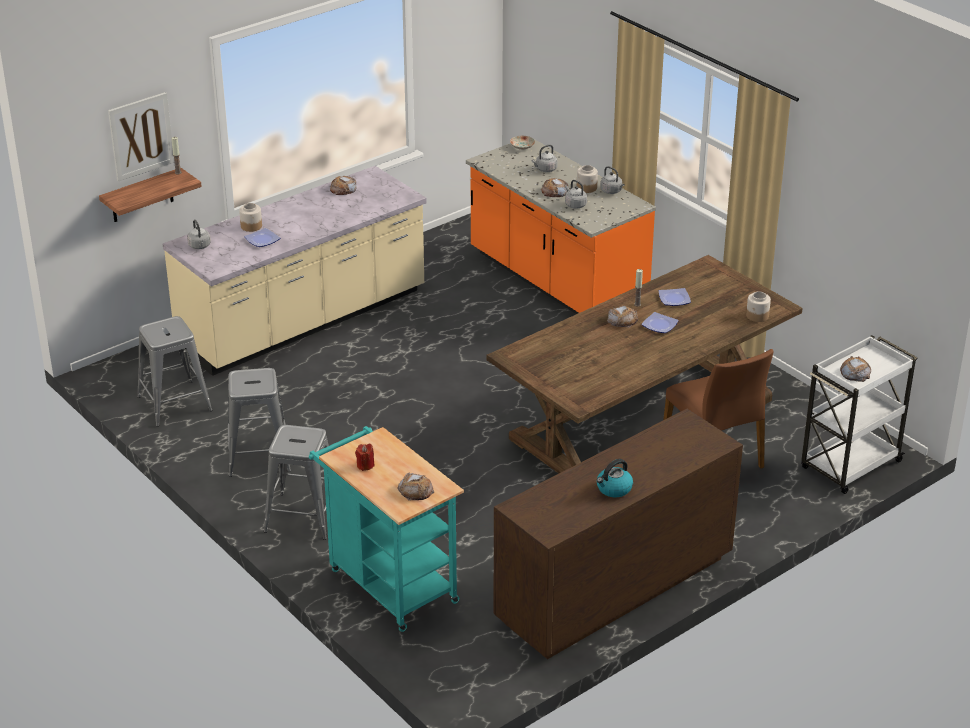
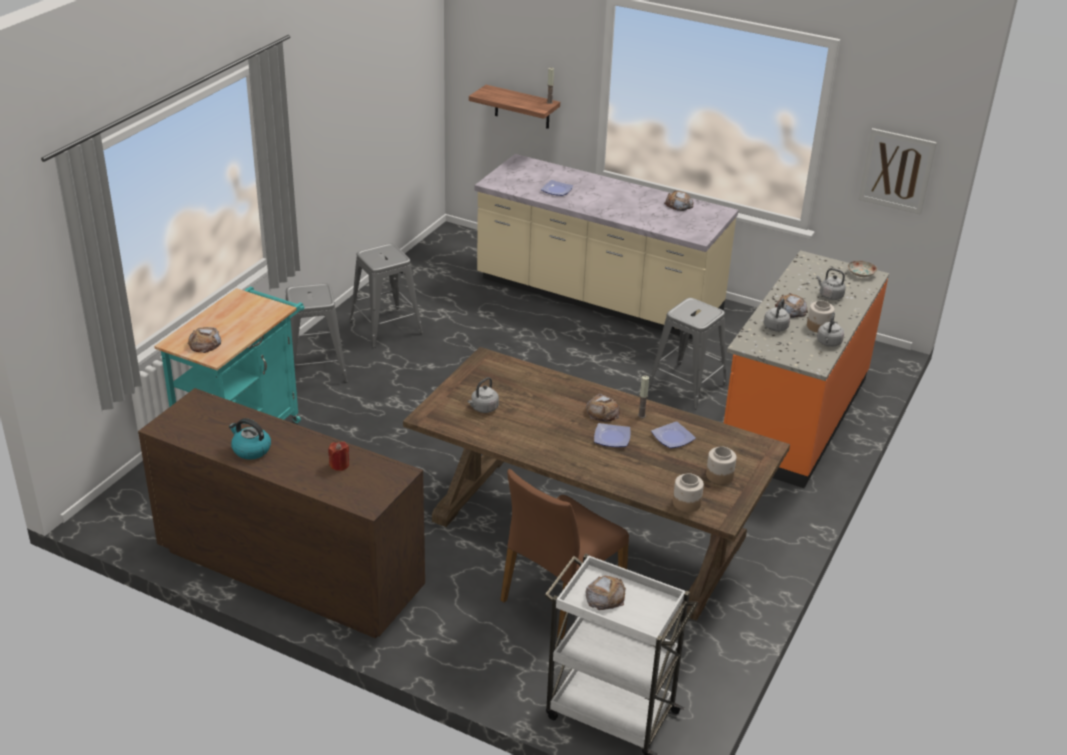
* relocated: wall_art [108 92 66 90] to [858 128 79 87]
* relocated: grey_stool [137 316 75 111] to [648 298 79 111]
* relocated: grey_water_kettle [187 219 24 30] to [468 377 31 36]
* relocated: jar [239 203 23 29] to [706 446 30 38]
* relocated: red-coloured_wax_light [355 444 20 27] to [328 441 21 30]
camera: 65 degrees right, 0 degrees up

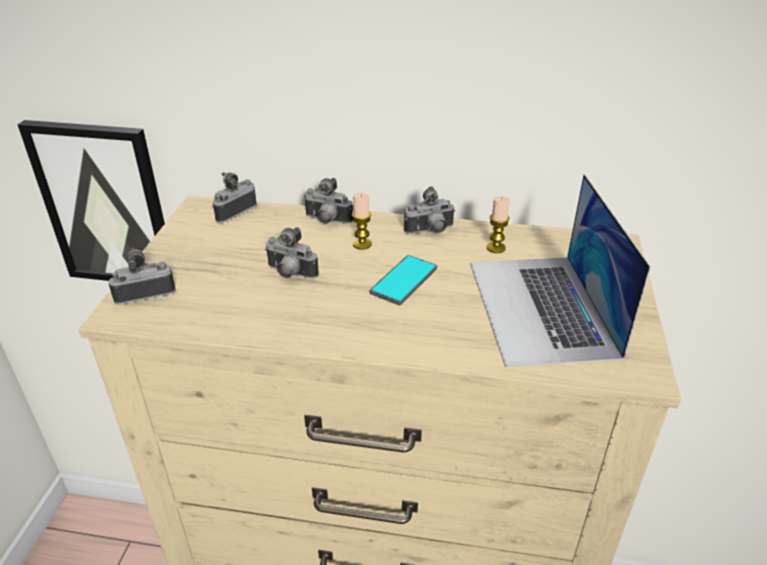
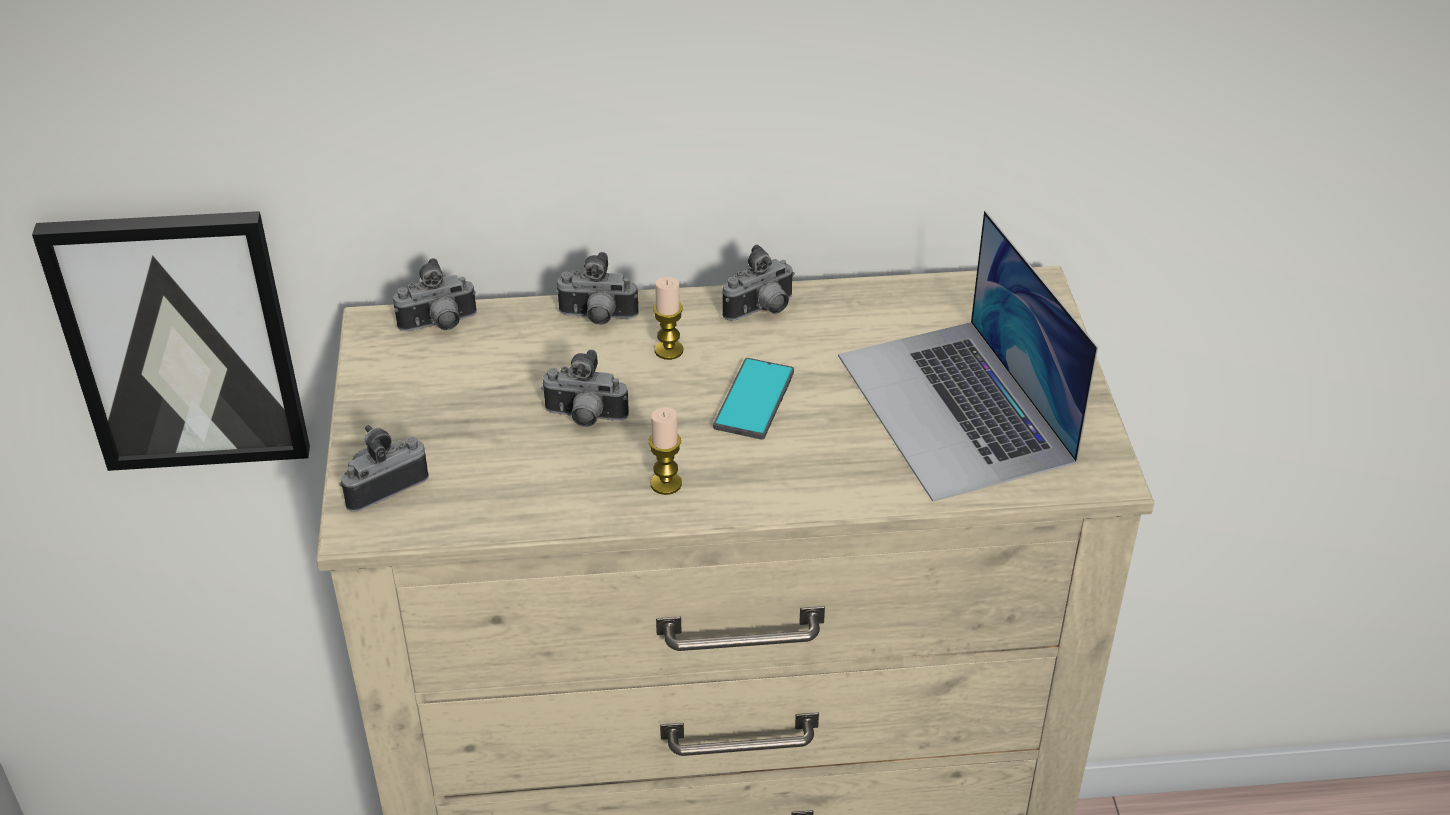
* spun: photo_camera [212 172 45 51] = [393 258 84 73] 135 degrees counterclockwise
* relocated: wax_light [487 196 23 57] to [649 407 33 88]
camera: 15 degrees left, 5 degrees up

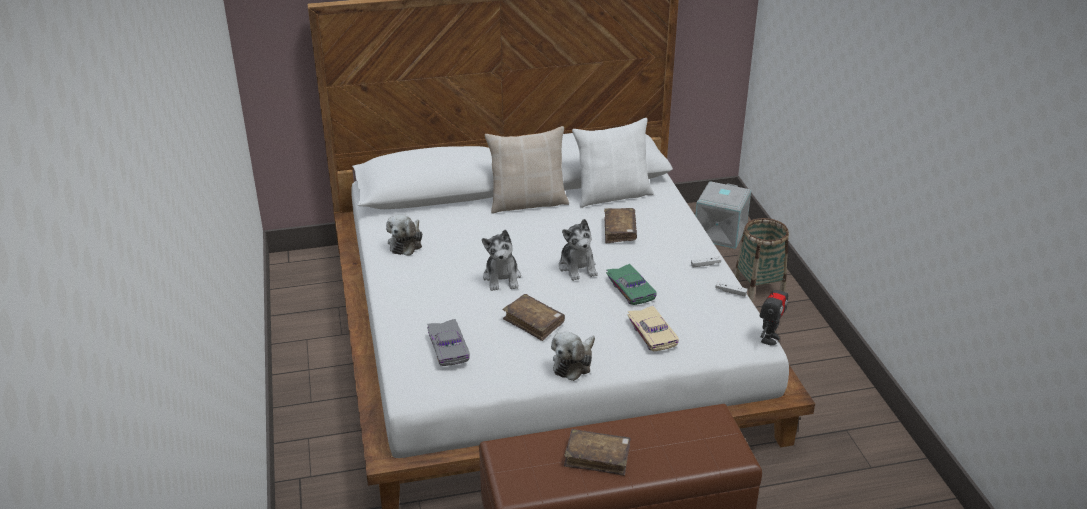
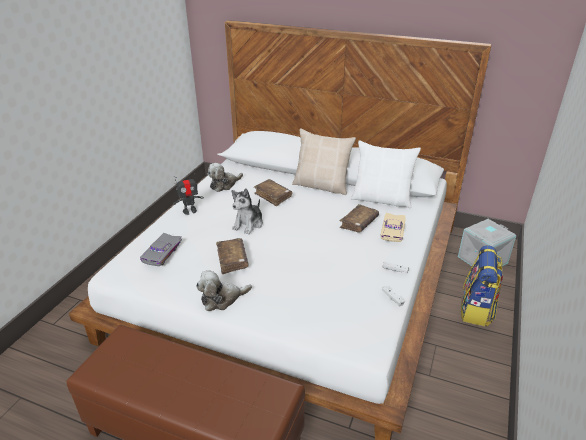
* missing: soft_toy [559 219 39 62]
* relocated: brown-coloured_book [564 429 67 47] to [254 179 38 27]
* missing: green-coloured_miniature_car [606 264 51 41]
* relocated: sand-coloured_miniature_car [627 306 52 45] to [381 213 25 29]
* exchanged: household_basket [734 218 55 84] to knapsack [461 245 42 82]
* relocated: model_robot [760 279 28 66] to [173 173 31 42]
camera: 35 degrees right, 0 degrees up

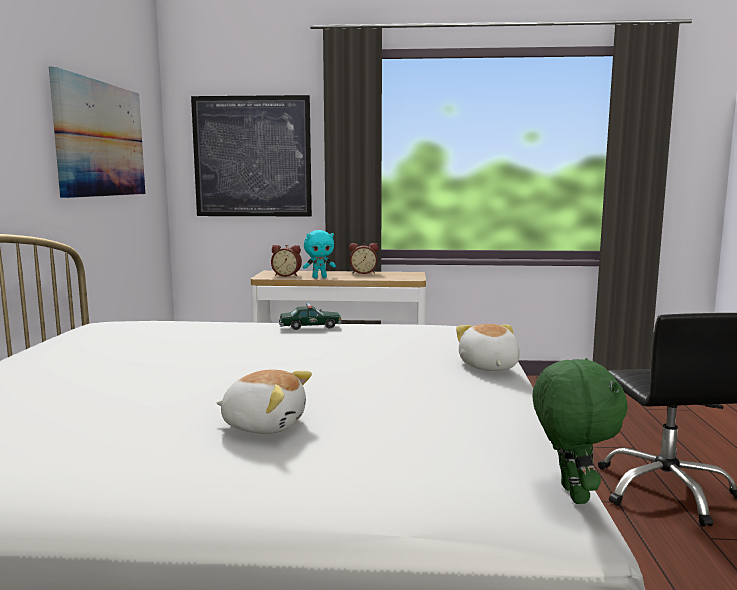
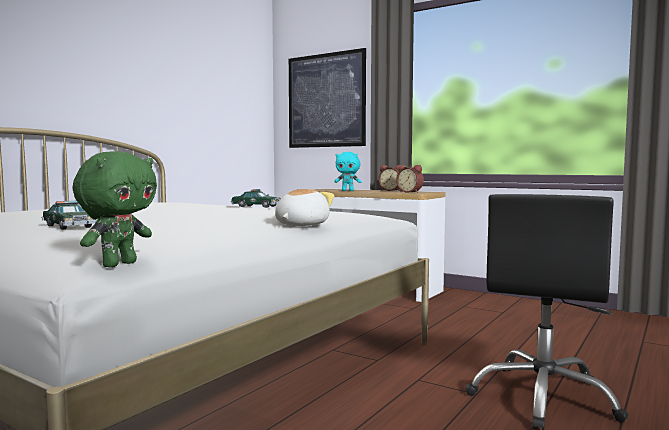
* missing: wall_art [49 67 96 131]
* exchanged: soft_toy [217 370 95 64] to miniature_car [41 201 56 29]
* relocated: table_clock [271 245 31 32] to [396 165 28 28]
camera: 30 degrees right, 5 degrees down

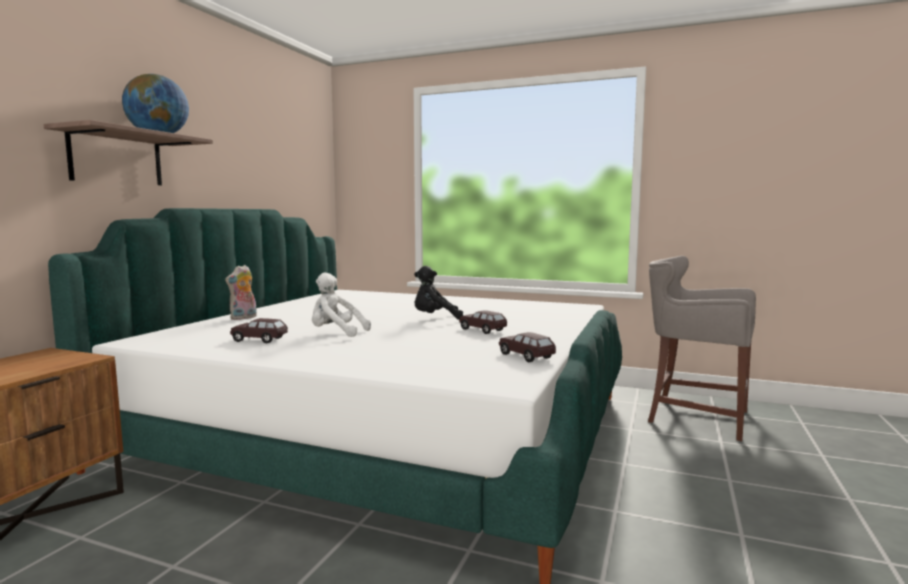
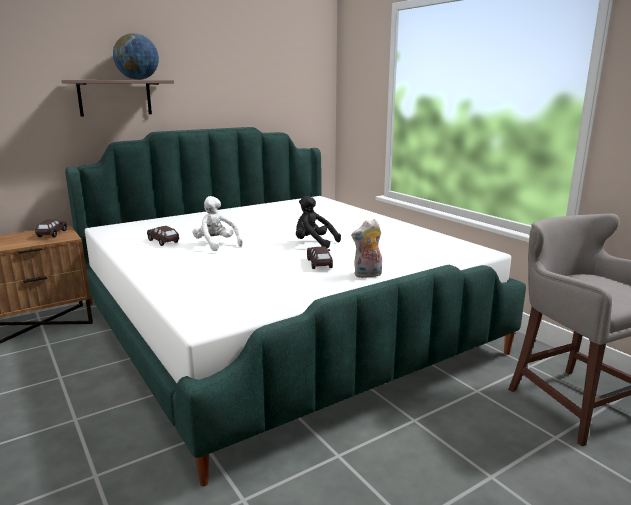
* relocated: soft_toy [225 265 32 55] to [351 219 31 59]
* relocated: brown-coloured_miniature_car [499 332 57 30] to [35 220 32 17]
camera: 35 degrees right, 10 degrees up

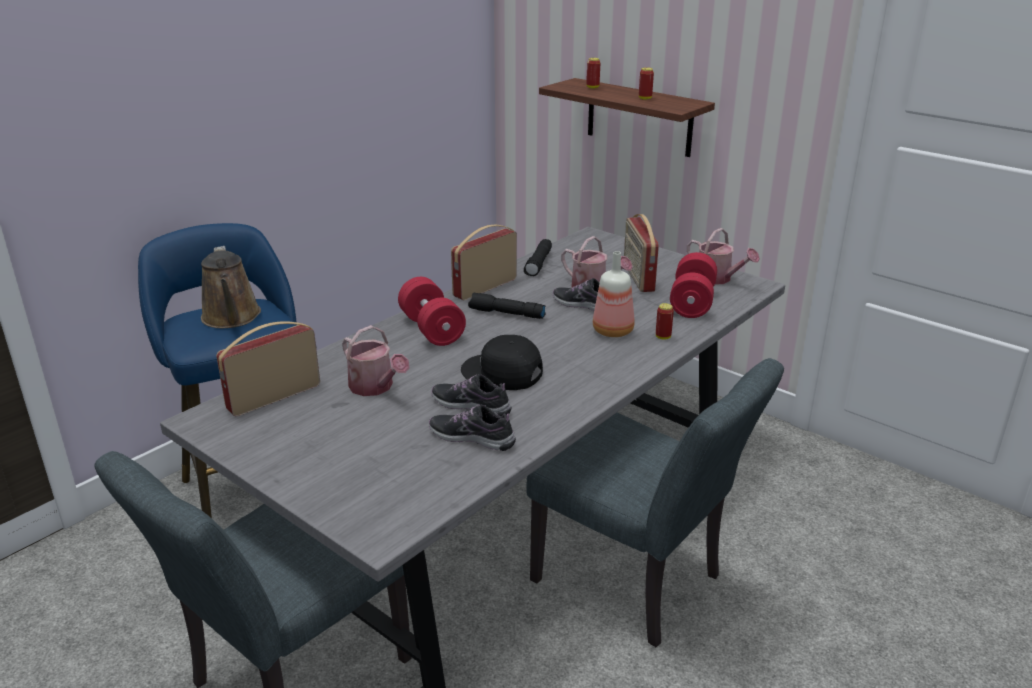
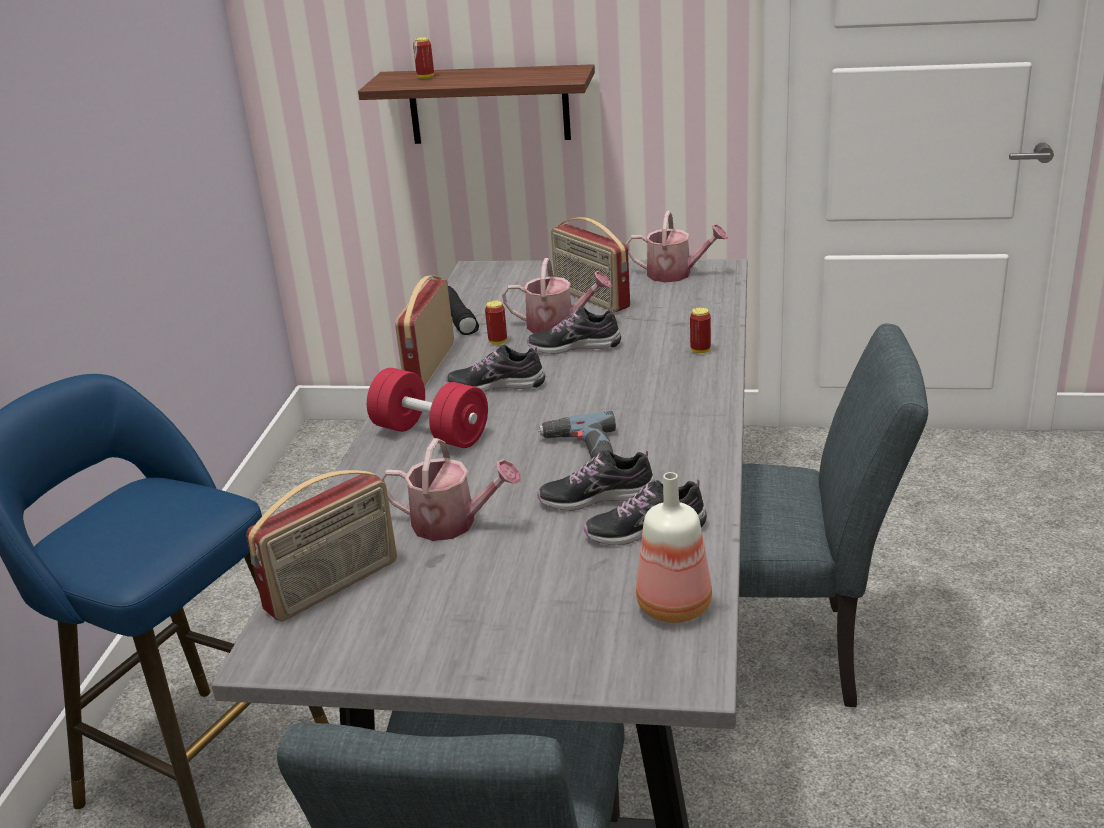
* missing: brown-coloured_sprinkling_can [201 246 60 82]
* spun: radio [216 321 104 95] = [246 470 151 152] 150 degrees counterclockwise
* exchanged: blackish_baseball_cap [461 335 82 55] to power_drill [538 411 78 47]
* exchanged: blackish_hand_torch [468 293 78 26] to item_of_footwear [446 345 99 47]
* relocated: beverage_bottle [593 251 42 86] to [636 472 76 151]
* relocated: metal_can [639 67 15 33] to [485 300 22 45]
* missing: red-coloured_free_weight [670 252 47 66]
camera: 30 degrees left, 0 degrees up

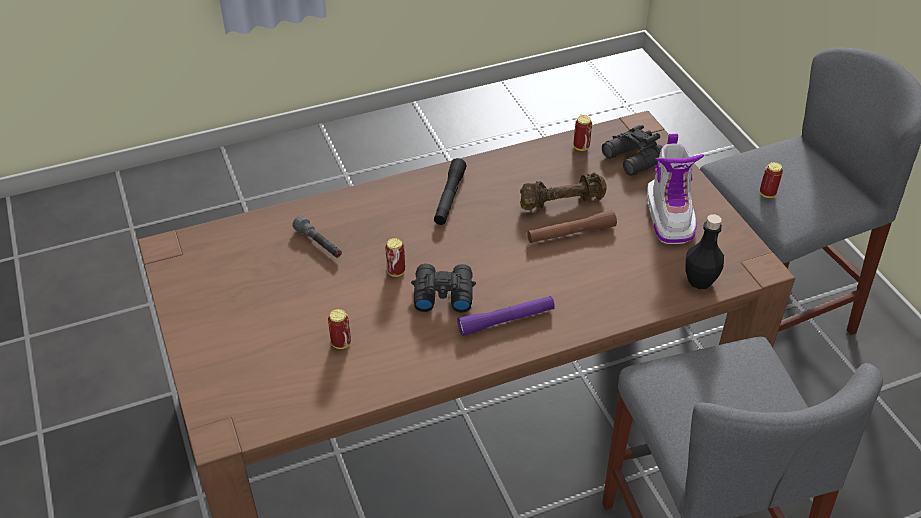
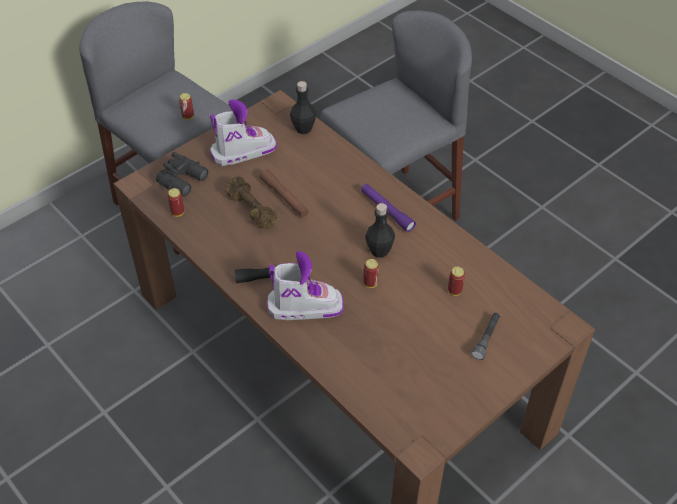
* relocated: grey_hand_torch [292 216 50 42] to [471 313 29 47]
* exchanged: blackish_pair_of_binoculars [411 264 65 49] to blackish_beverage_bottle [365 203 30 55]
* appeared: high-top_boot [267 251 77 69]
camera: 110 degrees left, 5 degrees up

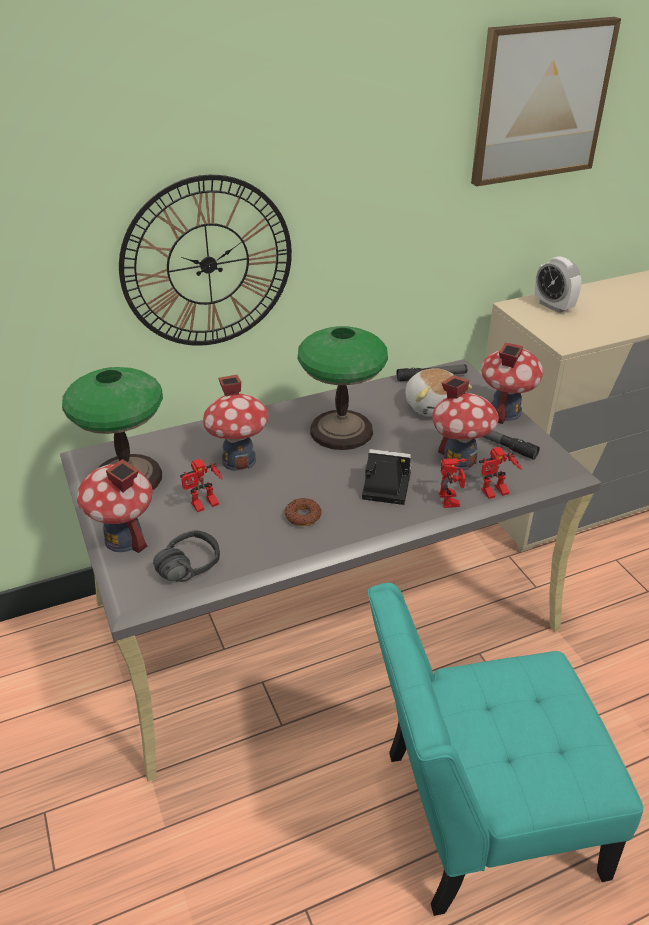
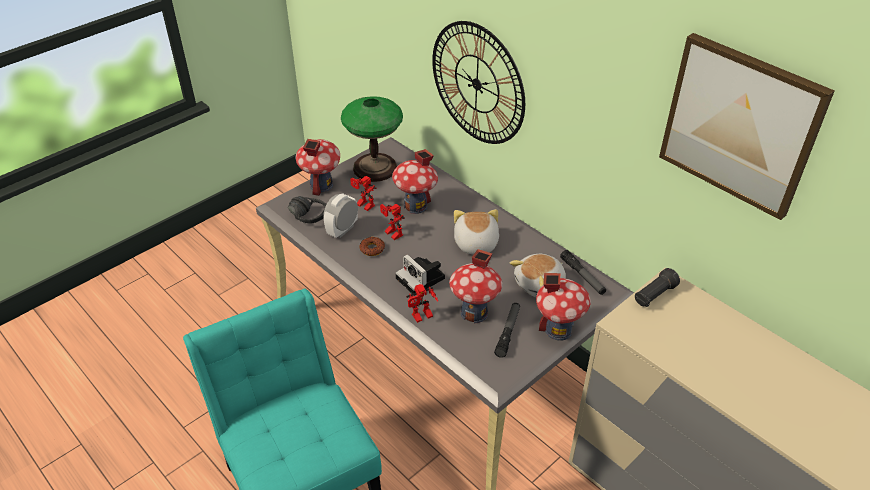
* exchanged: lamp_for_a_table [298 326 90 124] to soft_toy [454 209 45 46]
* spun: photo_camera [362 449 50 56] = [395 254 50 42] 150 degrees clockwise
* relocated: model_robot [479 447 43 52] to [380 204 25 36]
* relocated: table_clock [535 256 47 57] to [324 193 34 45]
* appeared: blackish_hand_torch [635 268 45 39]
camera: 70 degrees right, 5 degrees up

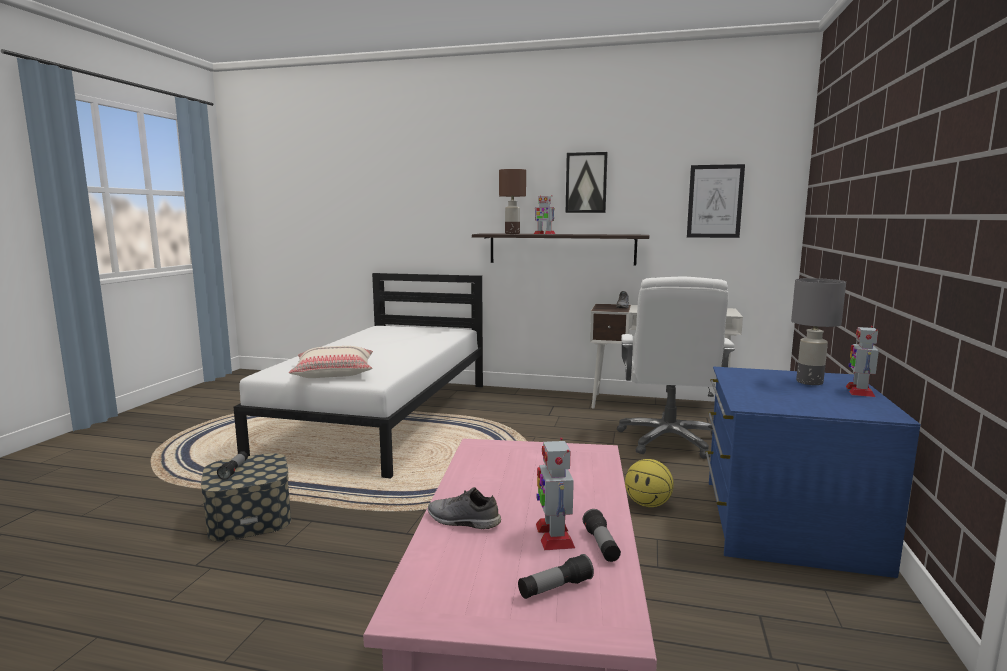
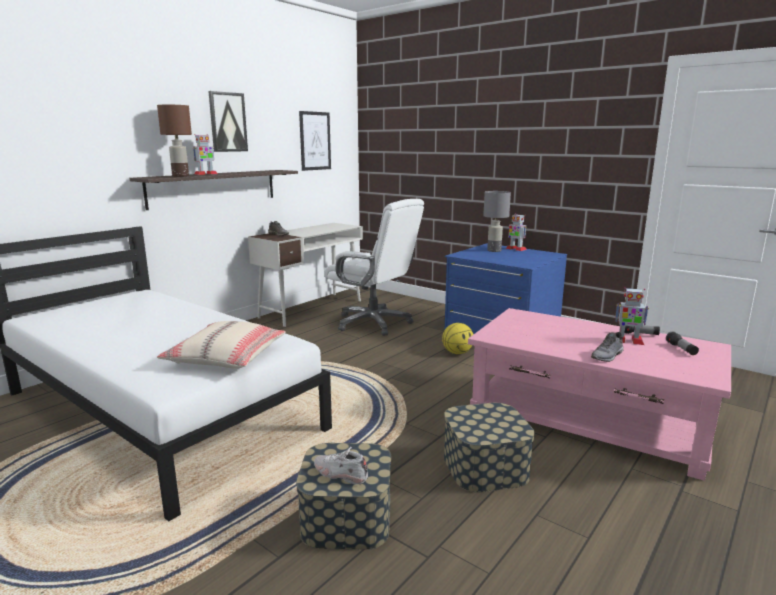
* exchanged: hand_torch [217 451 31 29] to white_item_of_footwear [314 446 54 38]
* appeared: storage_container [444 403 91 89]
camera: 65 degrees left, 5 degrees up

